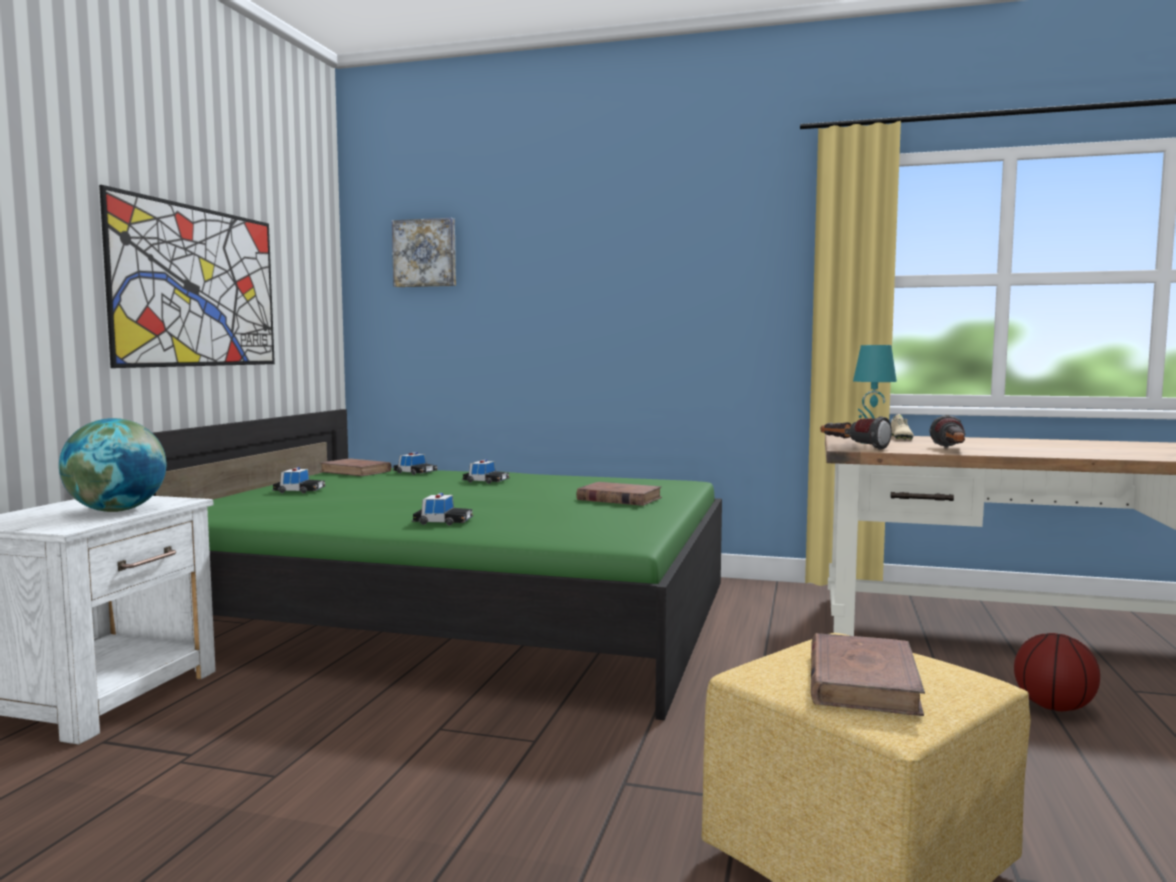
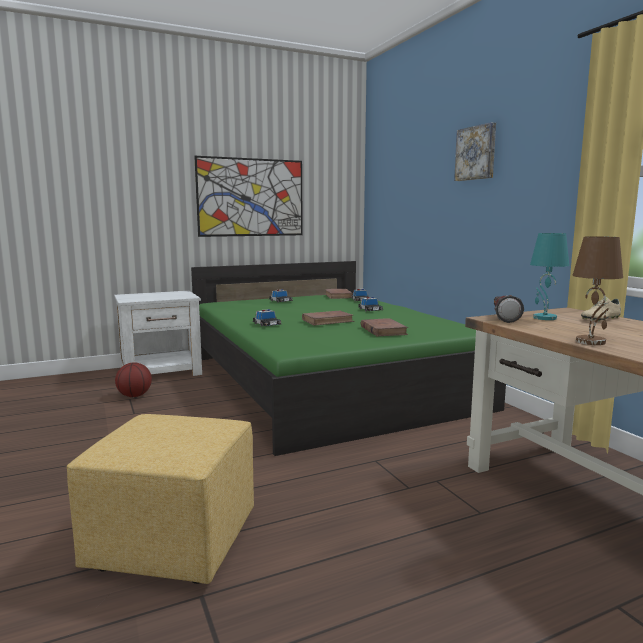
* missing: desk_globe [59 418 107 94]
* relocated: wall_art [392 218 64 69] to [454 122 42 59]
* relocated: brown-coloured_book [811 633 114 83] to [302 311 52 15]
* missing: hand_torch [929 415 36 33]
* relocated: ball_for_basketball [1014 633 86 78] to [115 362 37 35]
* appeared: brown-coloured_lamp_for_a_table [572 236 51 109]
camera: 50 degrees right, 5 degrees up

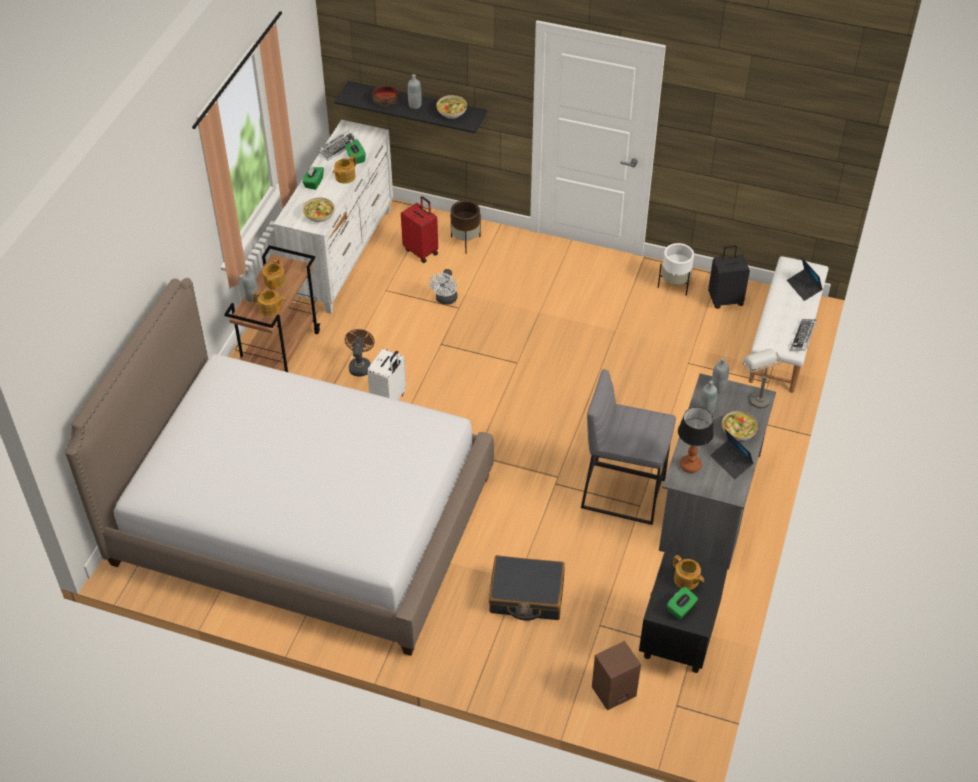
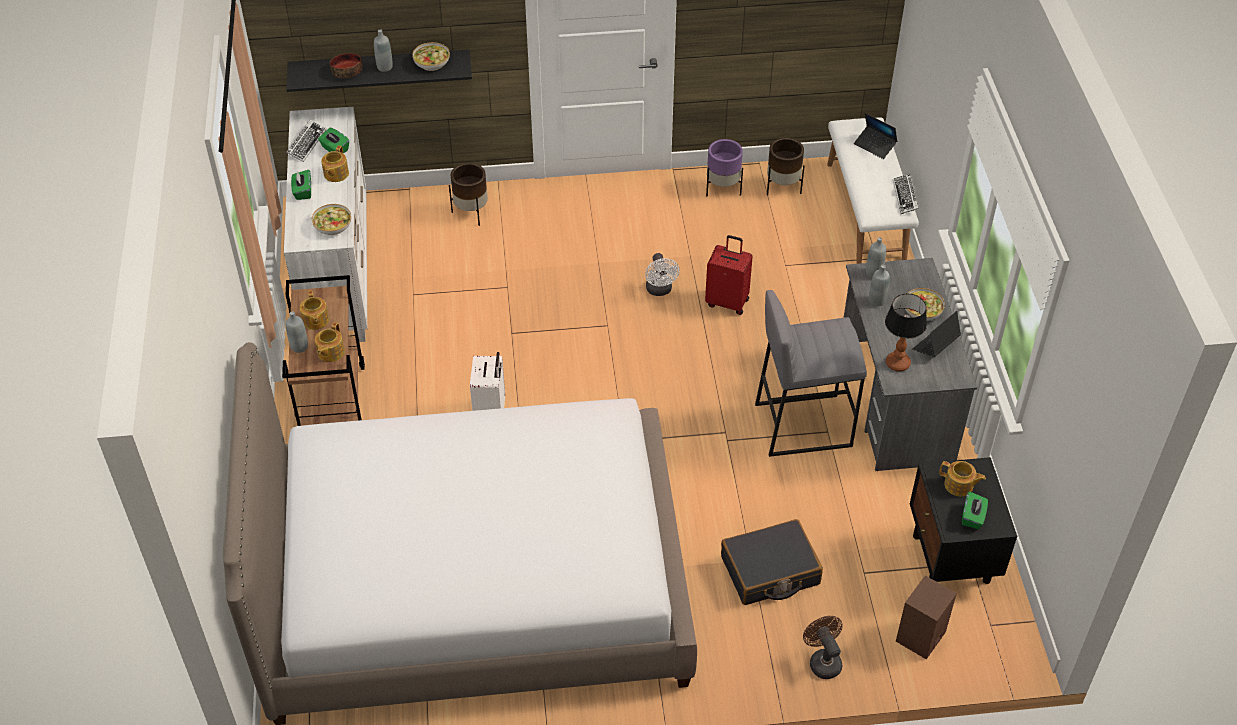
* spun: tea_pot [252 290 34 26] = [315 322 30 40] 120 degrees clockwise
* relocated: brown-coloured_electric_fan [345 329 30 48] to [803 616 40 63]
* relocated: red-coloured_suitcase [401 196 37 67] to [705 235 48 80]
* relocated: white_electric_fan [429 269 28 36] to [645 253 35 43]
* colour: white_plant_pot [658 243 36 53] to purplish_plant_pot [706 139 37 57]
* exchanged: blackish_suitcase [708 245 42 64] to brown-coloured_plant_pot [767 138 38 57]
* spun: laptop [710 429 44 50] = [912 311 49 46] 105 degrees clockwise
* missing: grey_lamp_for_a_table [743 349 40 59]
camera: 25 degrees left, 0 degrees up

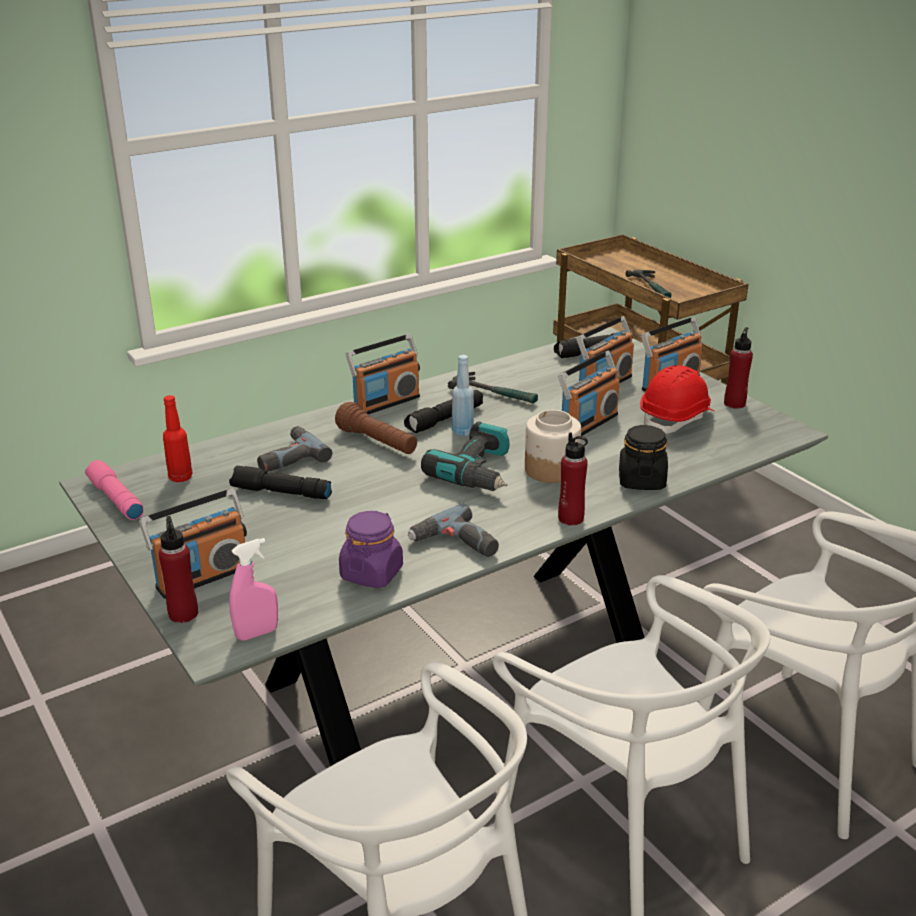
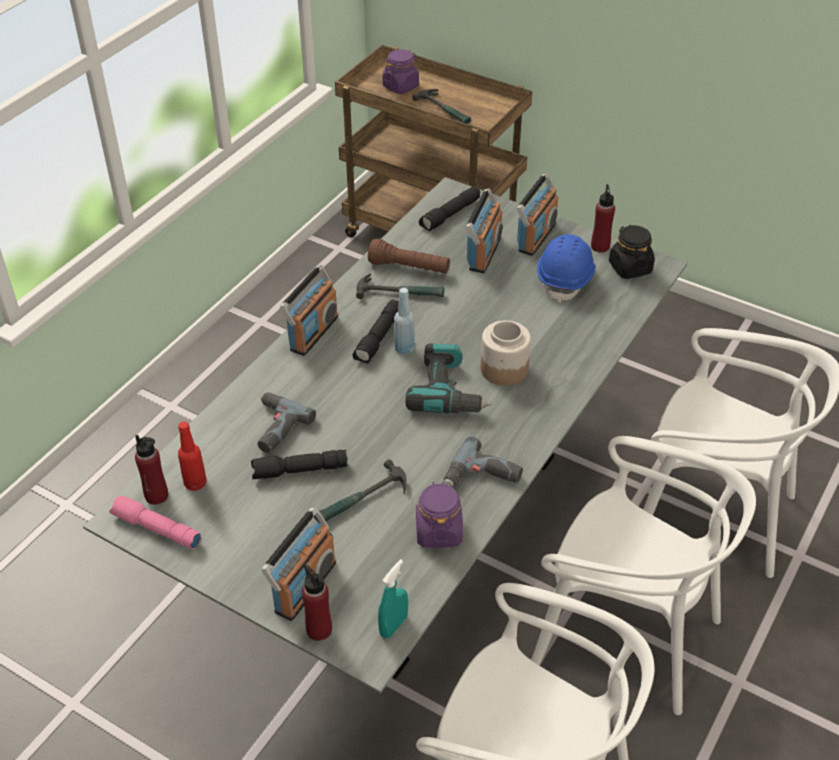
* colour: pink_hand_sprayer [229 538 49 103] to blue-green_hand_sprayer [378 559 30 79]
* relocated: brown-coloured_hand_torch [335 402 82 52] to [368 238 82 36]
* missing: radio [558 351 62 85]
* relocated: red-coloured_beverage_bottle [558 432 30 93] to [135 435 33 70]
* relocated: blackish_jar [619 425 49 65] to [609 225 46 54]
* colour: red-coloured_safety_helmet [640 365 74 69] to blue-coloured_safety_helmet [537 234 59 69]
* appeared: hand_hammer [314 459 93 64]
* appeared: purplish_jar [382 49 37 45]
camera: 25 degrees left, 15 degrees up

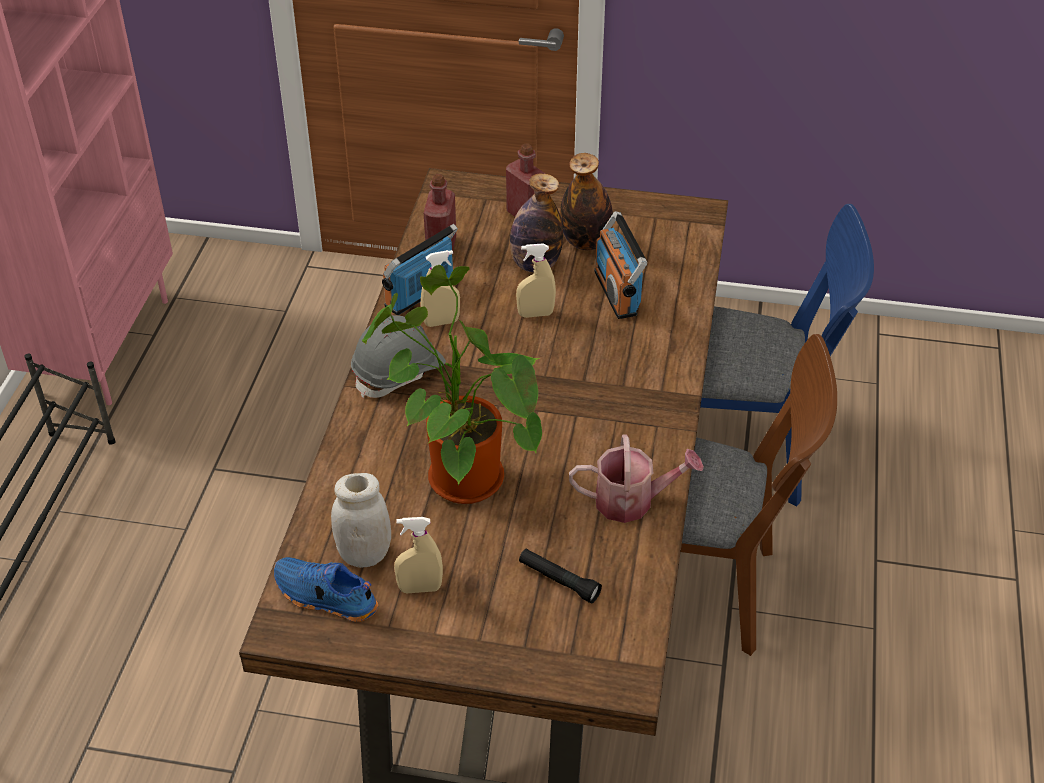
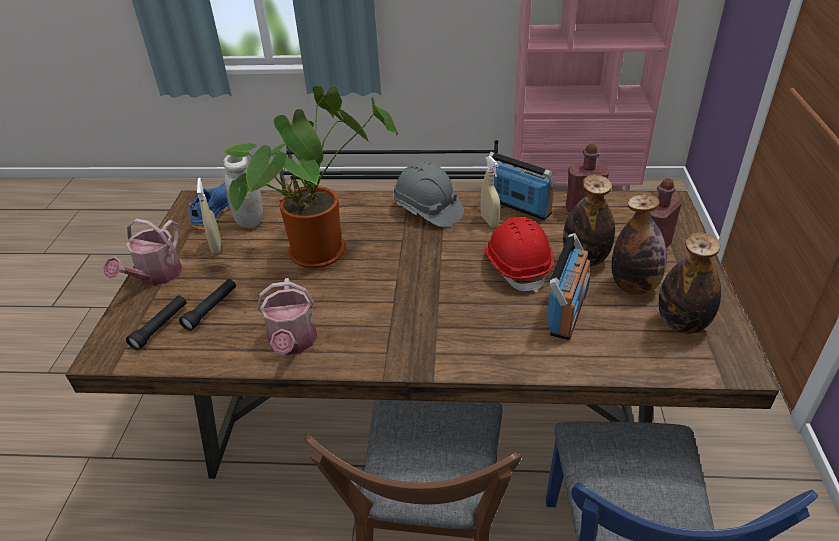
* exchanged: sand-coloured_hand_sprayer [516 243 40 75] to red-coloured_safety_helmet [484 217 70 76]
* spun: radio [594 211 53 108] = [547 233 43 107] 135 degrees clockwise
* appeared: sprinkling_can [103 219 79 67]
* appeared: blackish_hand_torch [126 295 60 56]
* appeared: beverage_bottle [659 232 62 102]
camera: 85 degrees right, 5 degrees down

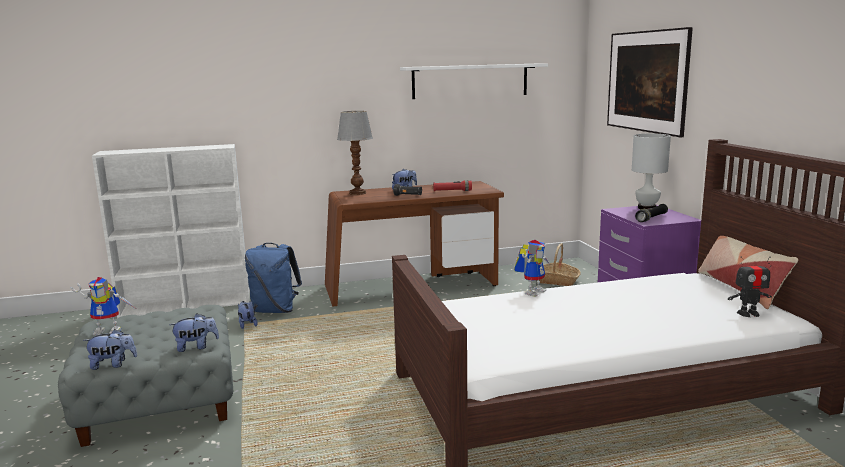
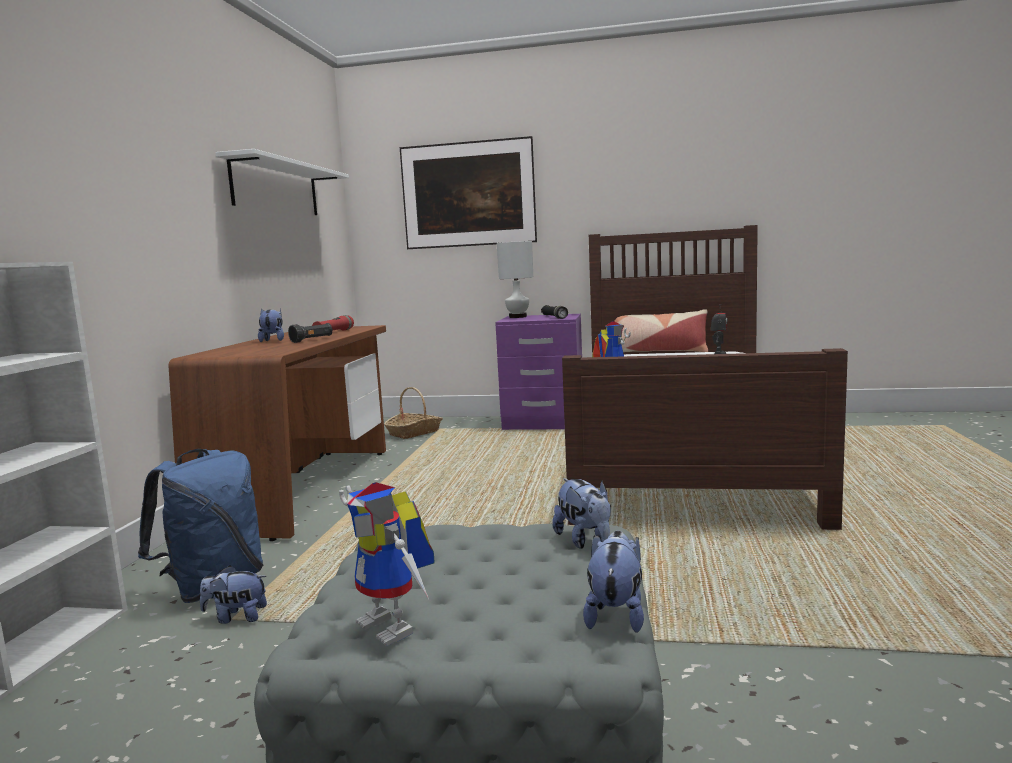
* spun: model_robot [71 277 64 58] = [339 482 96 164] 120 degrees clockwise
* spun: soft_toy [170 313 49 39] = [553 478 58 71] 150 degrees clockwise
* missing: lamp_for_a_table [337 111 36 84]
camera: 65 degrees left, 5 degrees down

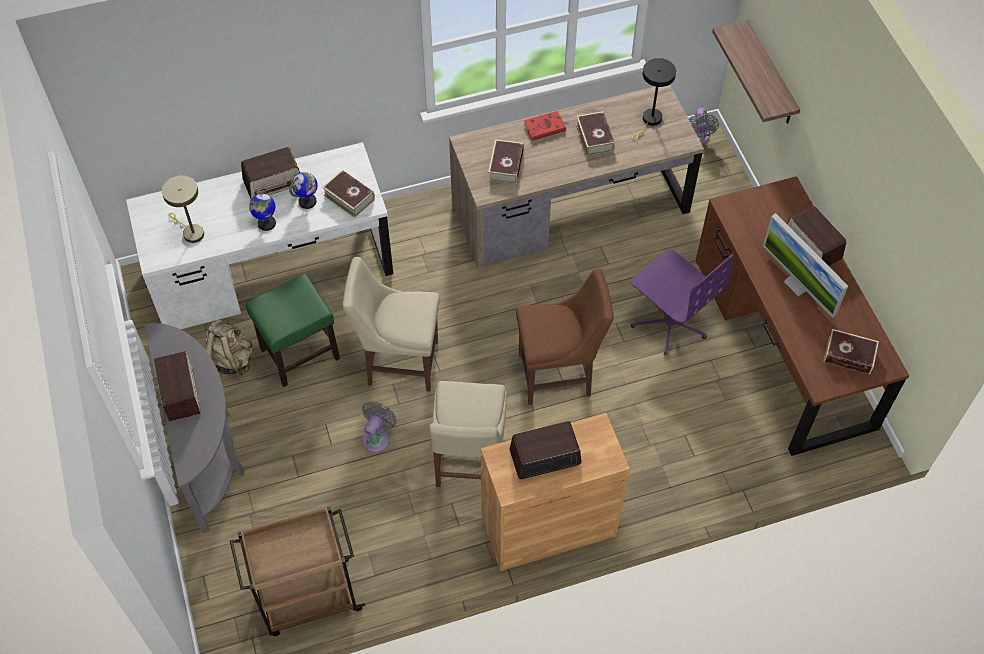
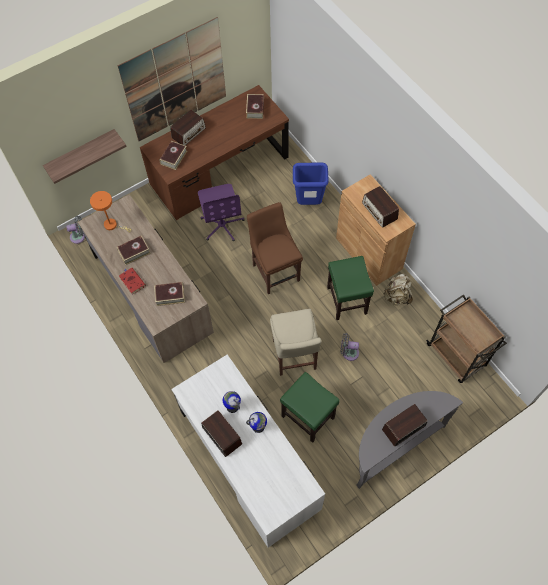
* missing: sand-coloured_lamp_for_a_table [162 175 42 68]
* relocated: sand-coloured_knapsack [205 319 48 57] to [384 273 29 32]
* relocated: book [322 170 53 48] to [159 141 28 29]
* exchanged: sand-coloured_chair [429 381 78 106] to green-coloured_stool [327 256 47 64]
* spun: purplish_office_chair [631 250 103 105] = [198 184 46 58] 135 degrees clockwise
* colour: blackish_lamp_for_a_table [632 58 44 82] to orange-coloured_lamp_for_a_table [90 191 41 41]
* missing: computer_screen [763 213 85 105]
* appeared: wall_art [117 17 109 124]
* appeared: blue-coloured_rubbish_bin [293 163 36 42]
camera: 105 degrees left, 5 degrees up

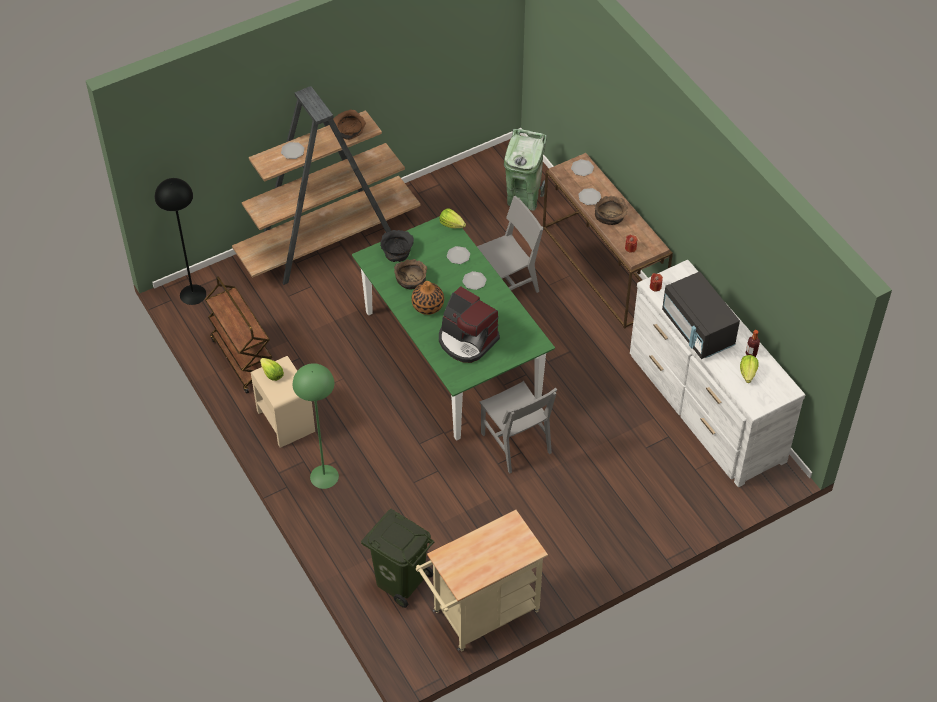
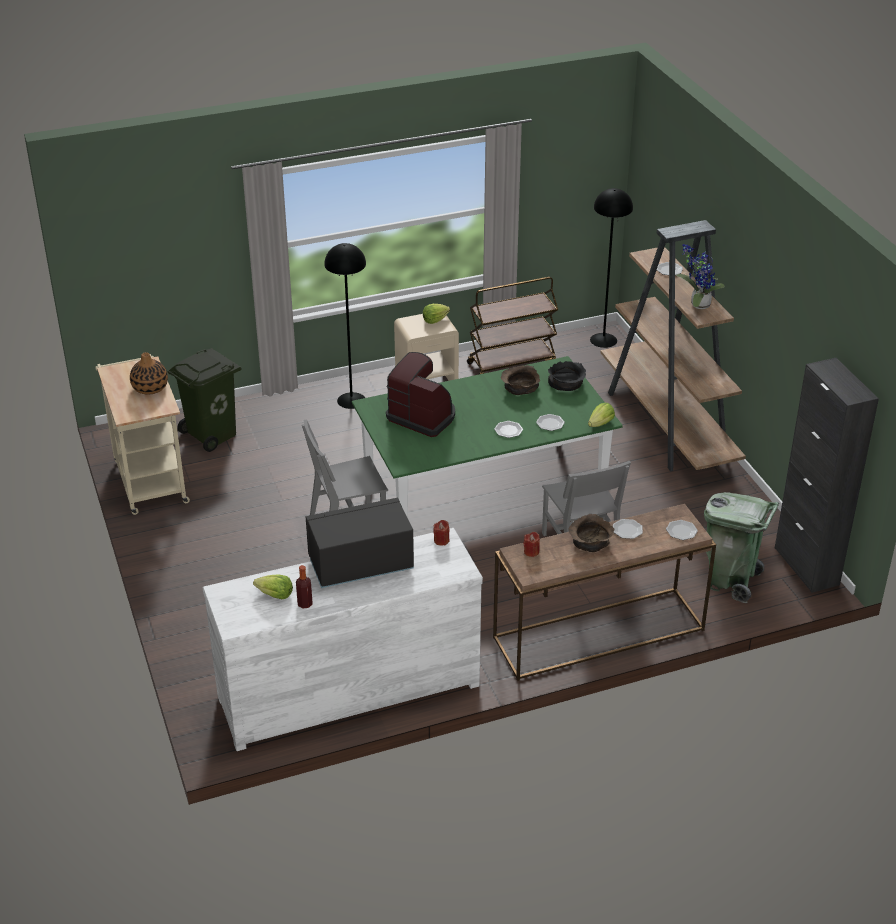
* colour: green-coloured_floor_lamp [293 363 46 126] to blackish_floor_lamp [324 243 42 166]
* exchanged: brown-coloured_serving_bowl [333 109 33 31] to potted_plant [676 244 49 65]
* relocated: vase [411 281 33 34] to [130 352 38 43]
* spun: coffee_maker [439 286 61 77] = [386 352 69 85] 75 degrees clockwise
* appeared: blackish_cabinet [775 358 104 235]
camera: 100 degrees right, 15 degrees down

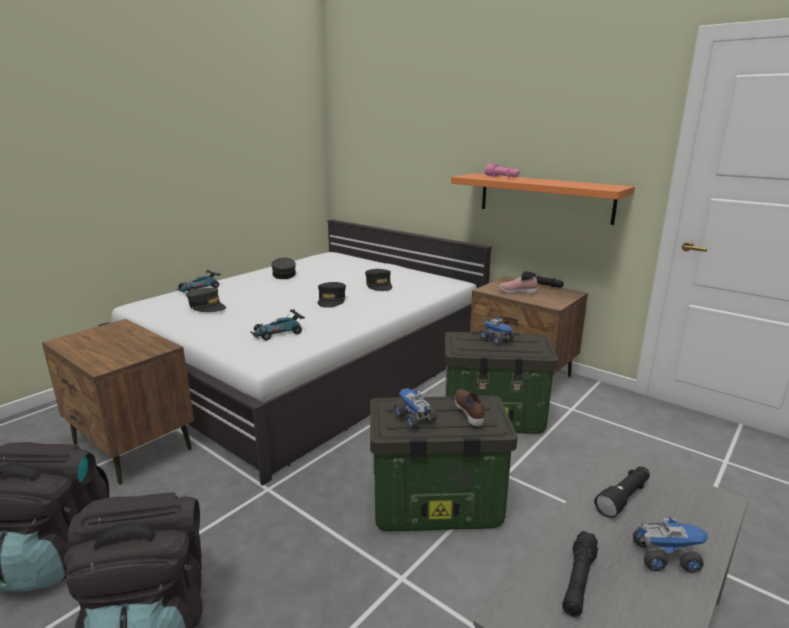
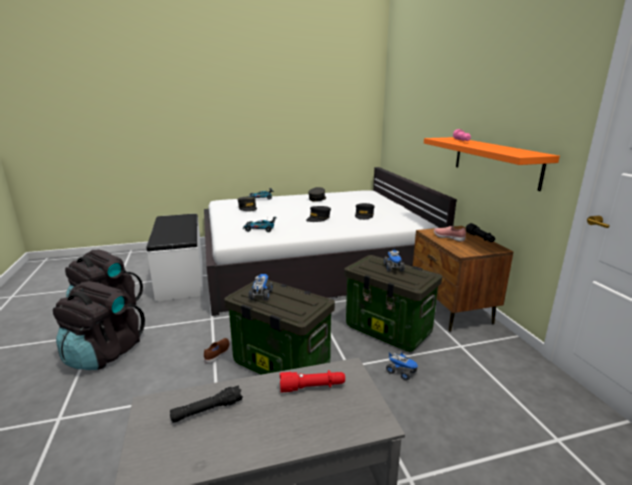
* exchanged: brown-coloured_bedside_table [42 319 152 166] to white_bench [146 214 57 88]
* relocated: brown-coloured_item_of_footwear [455 389 29 37] to [204 338 26 26]
* colour: blackish_hand_torch [594 467 56 51] to red-coloured_hand_torch [280 370 65 22]
* relocated: toy_truck [633 517 75 56] to [386 352 32 29]
camera: 35 degrees right, 0 degrees up

